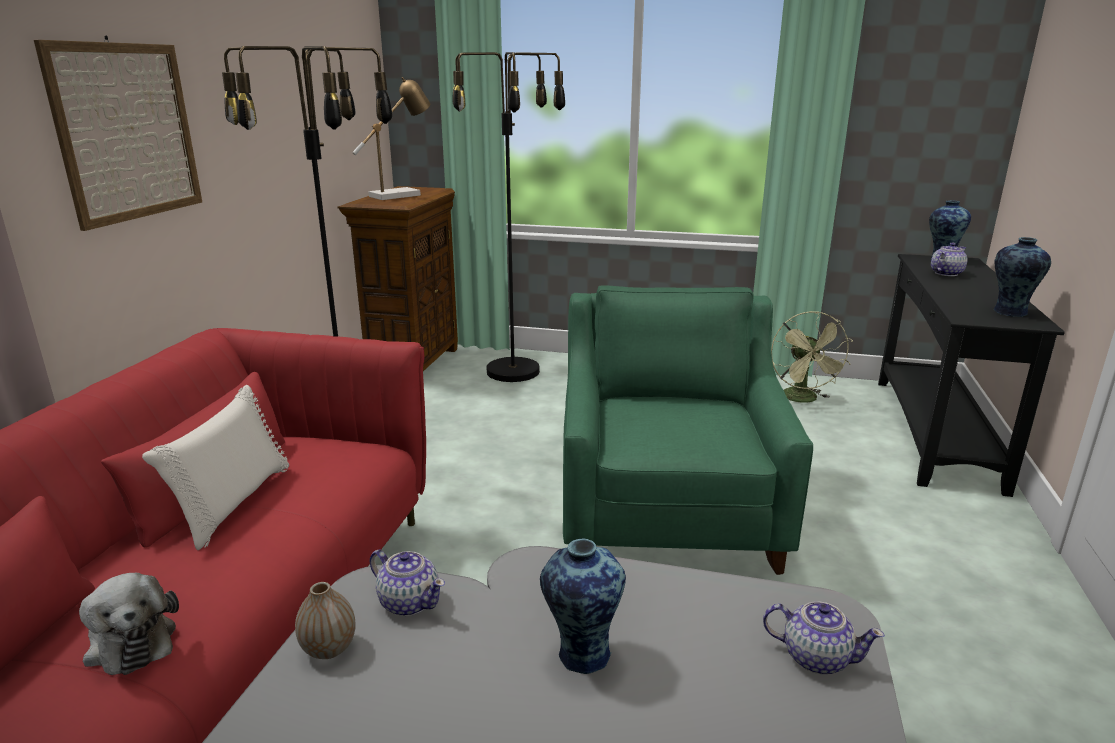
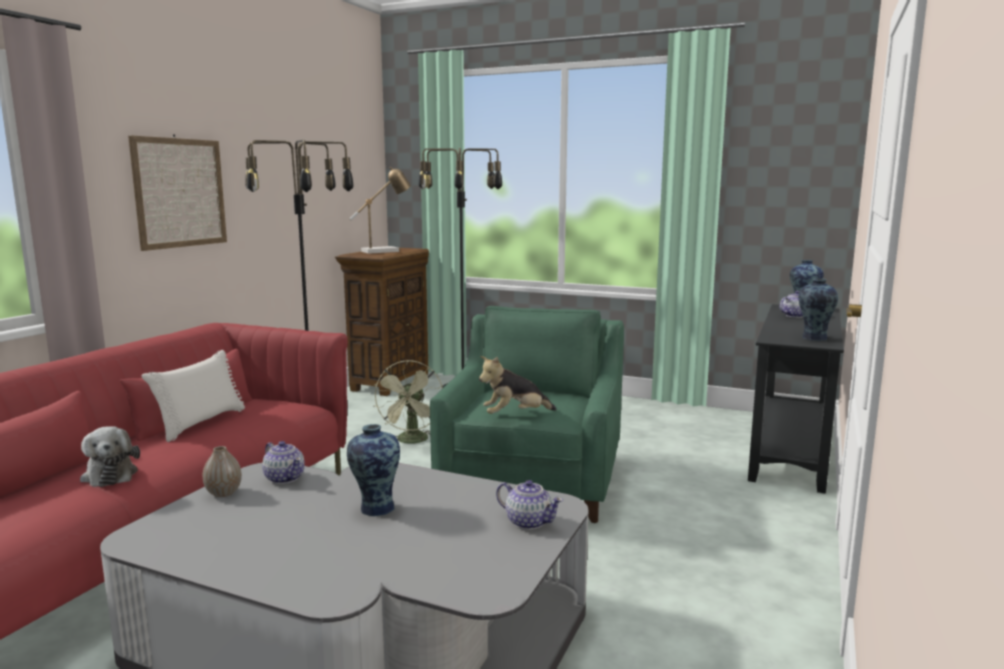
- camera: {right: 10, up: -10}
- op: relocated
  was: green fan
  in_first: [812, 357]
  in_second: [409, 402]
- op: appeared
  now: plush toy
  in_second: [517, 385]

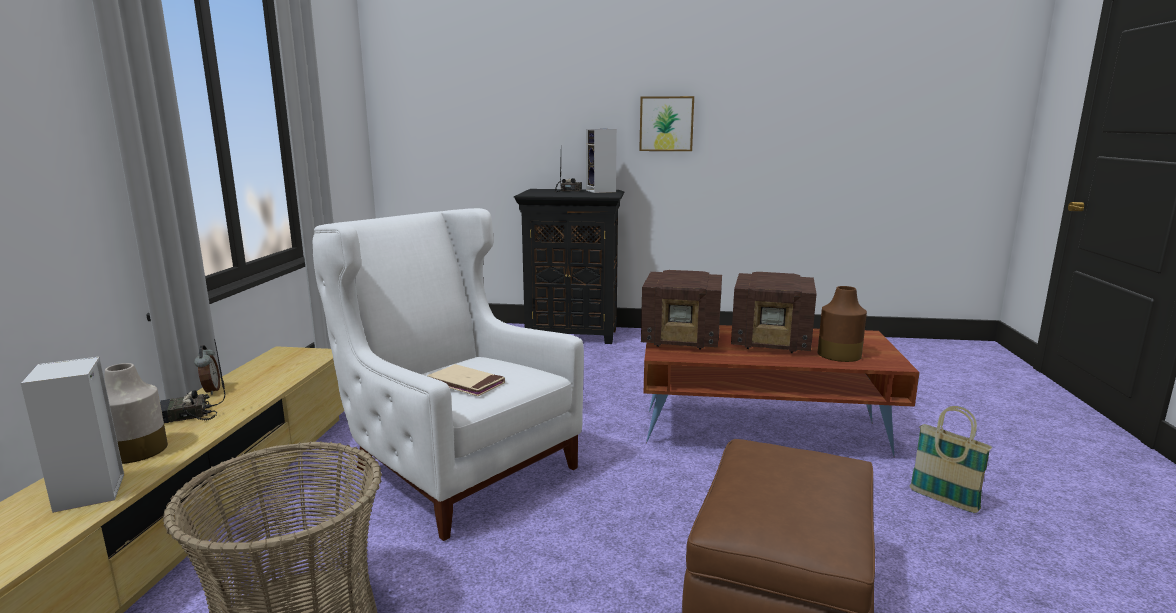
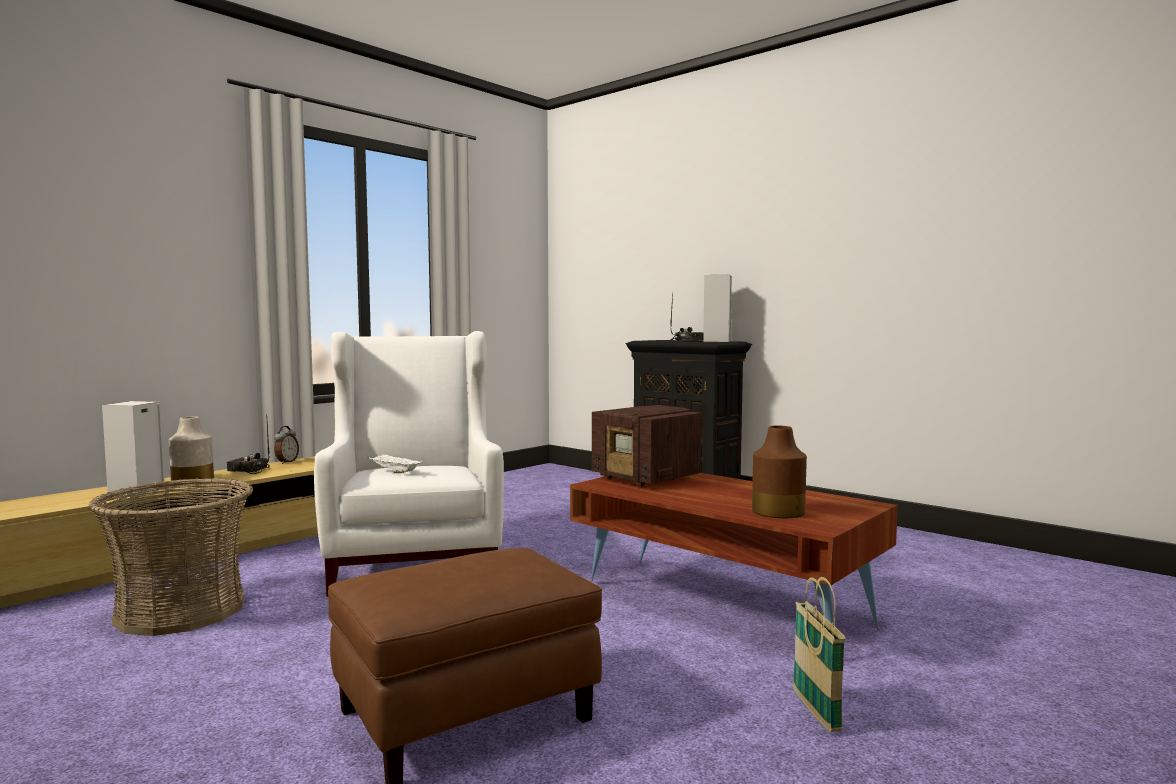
- camera: {right: 35, up: -10}
- op: exchanged
  was: beige book
  now: white tray
  in_first: [466, 380]
  in_second: [395, 463]
- op: missing
  was: picture
  in_first: [666, 123]
- op: missing
  was: radio
  in_first: [773, 312]

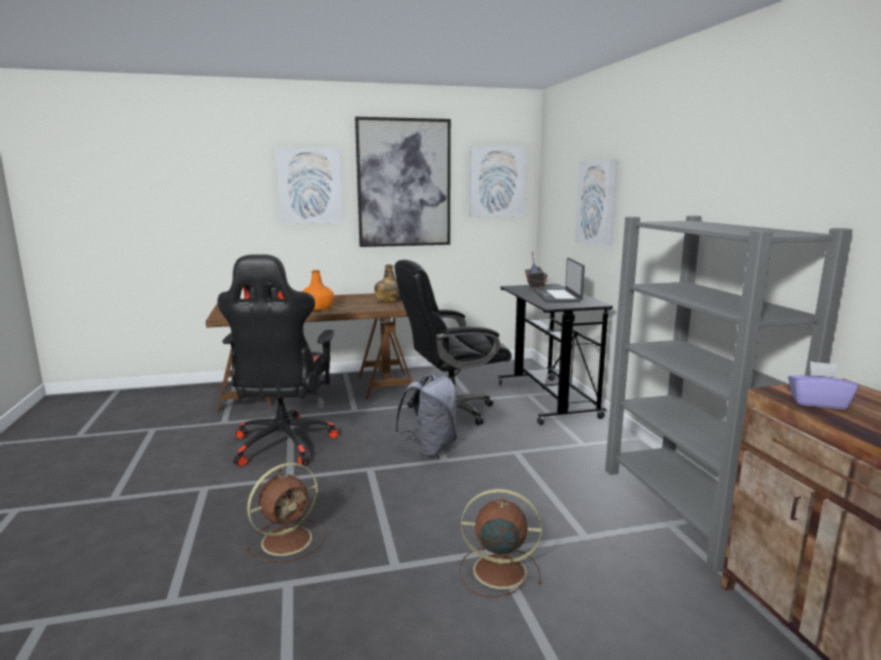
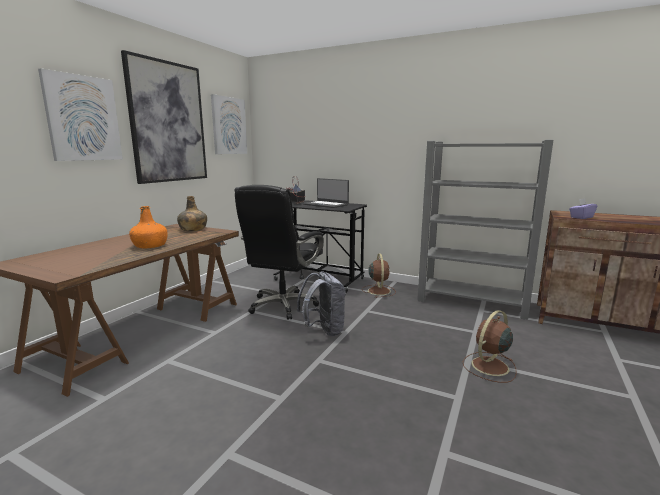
- camera: {right: -50, up: 0}
- op: relocated
  was: brown fan
  in_first: [285, 513]
  in_second: [379, 276]
- op: missing
  was: black office chair
  in_first: [278, 361]
- op: missing
  was: picture
  in_first: [596, 203]

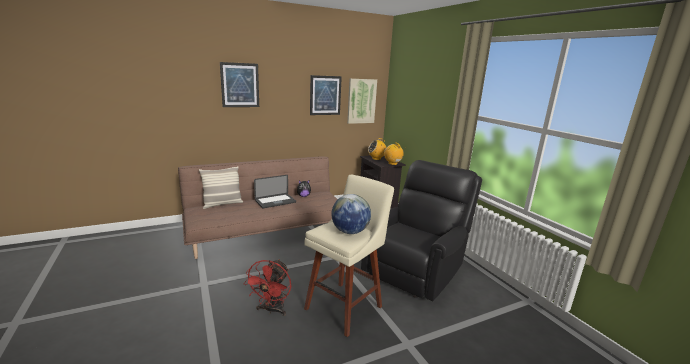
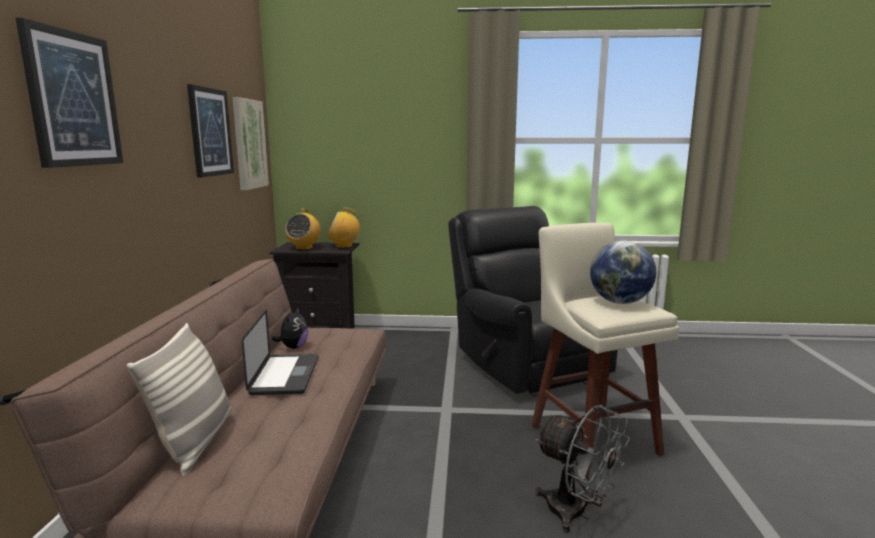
- camera: {right: -60, up: -5}
- op: colour
  was: red fan
  now: grey fan
  in_first: [267, 287]
  in_second: [582, 469]

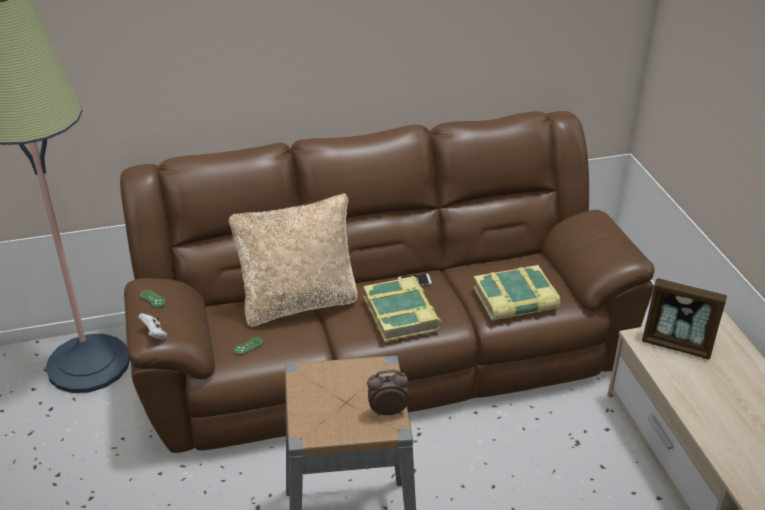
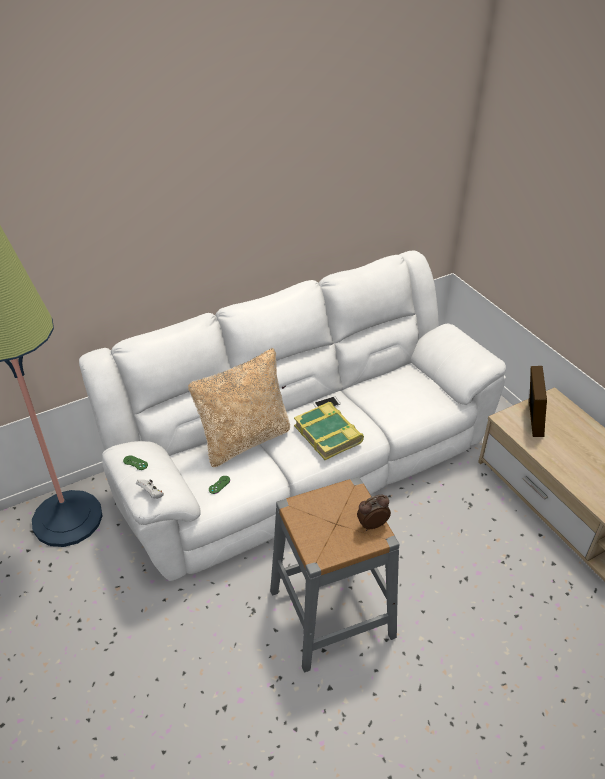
- camera: {right: -15, up: 5}
- op: colour
  was: brown sofa
  now: white sofa
  in_first: [387, 282]
  in_second: [292, 416]
- op: spun
  was: picture frame
  in_first: [684, 319]
  in_second: [538, 401]
  clockwise: -90
- op: missing
  was: book
  in_first: [516, 293]

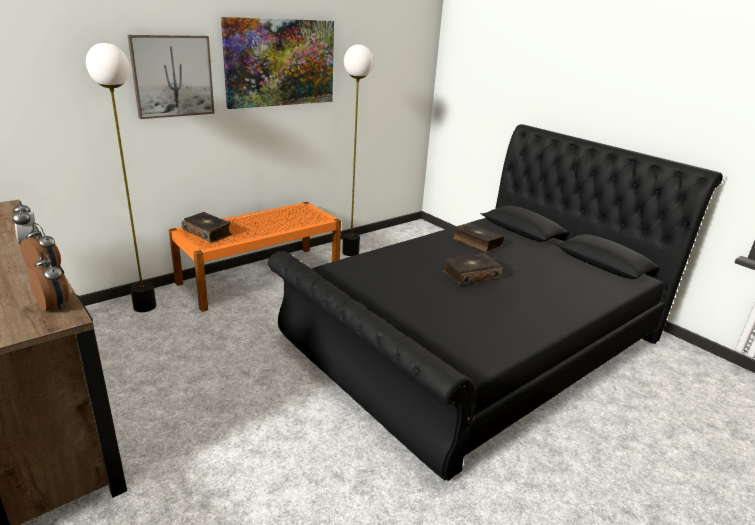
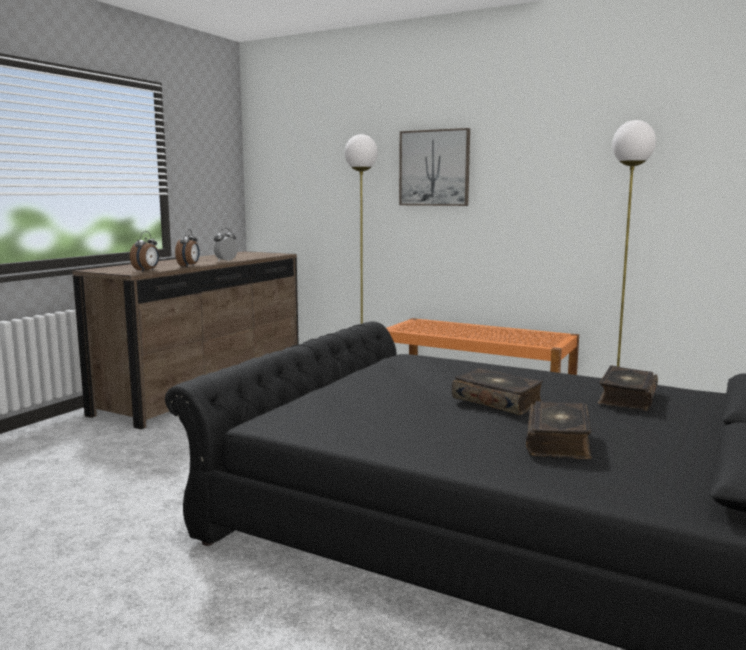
- camera: {right: 70, up: -15}
- op: relocated
  was: book
  in_first: [207, 227]
  in_second: [559, 430]
- op: missing
  was: picture
  in_first: [277, 63]

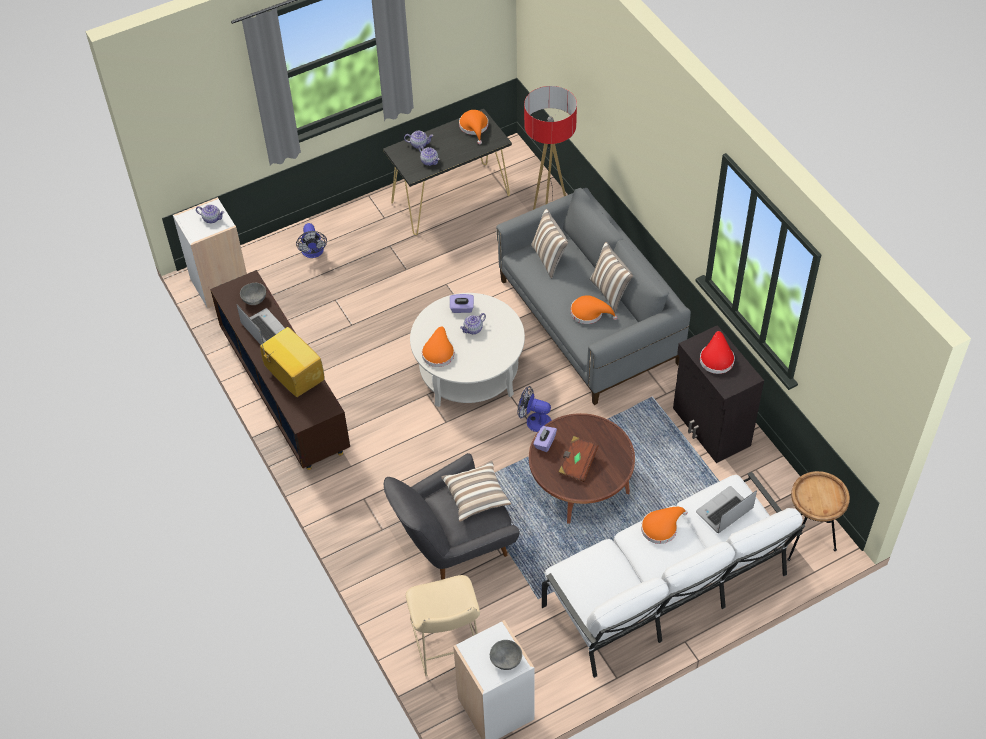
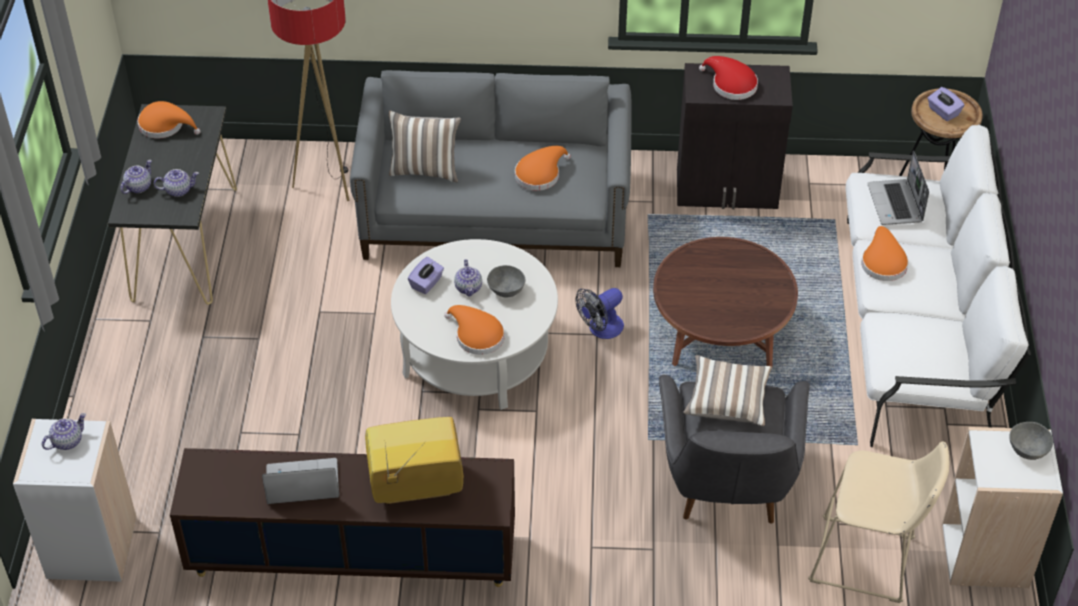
- camera: {right: -60, up: -5}
- op: relocated
  was: grey bowl
  in_first: [253, 294]
  in_second: [506, 281]
- op: relocated
  was: purple tissue box
  in_first: [545, 439]
  in_second: [946, 104]
- op: missing
  was: fan
  in_first: [311, 240]
- op: missing
  was: brown book
  in_first: [579, 459]
- op: missing
  was: pillow
  in_first: [611, 277]

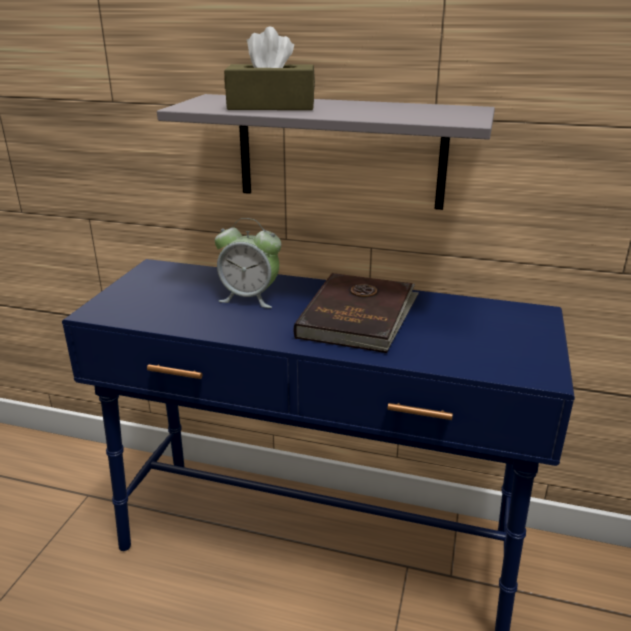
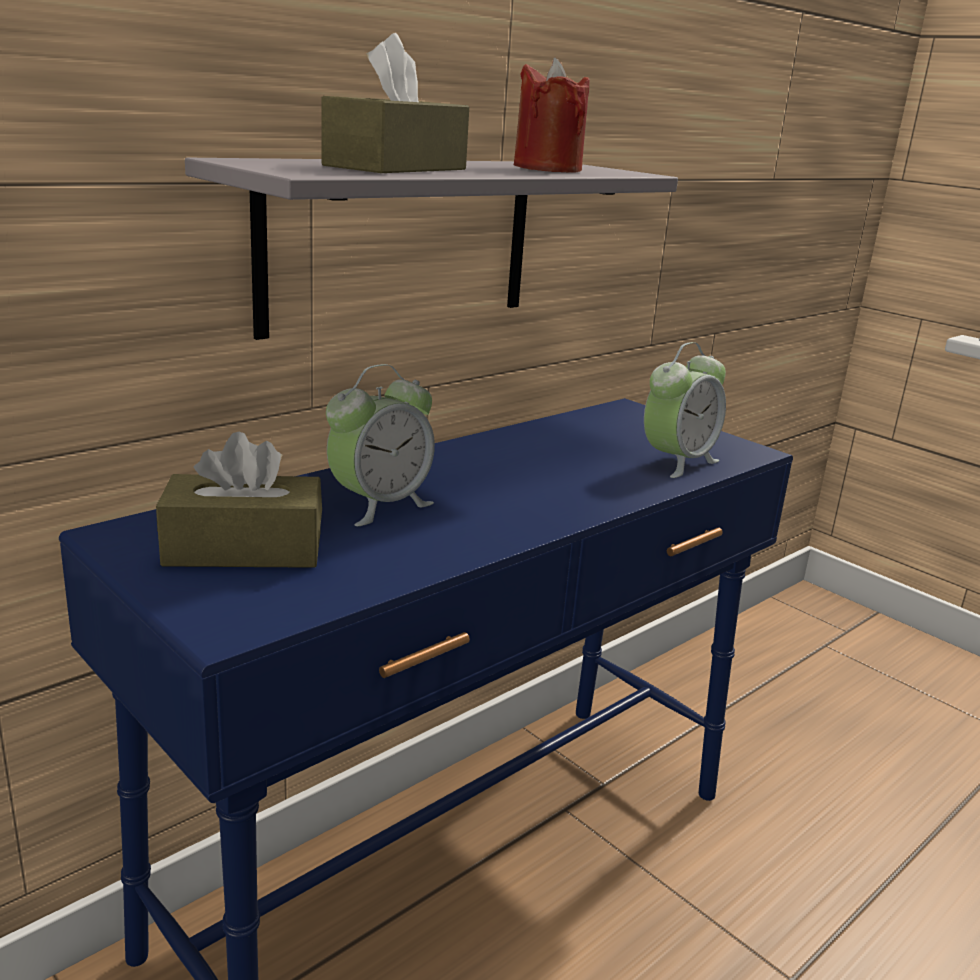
- camera: {right: -60, up: -5}
- op: appeared
  now: brown tissue box
  in_second: [239, 499]
- op: appeared
  now: red candle
  in_second: [551, 115]
- op: appeared
  now: alarm clock
  in_second: [685, 410]
- op: missing
  was: brown book
  in_first: [356, 313]

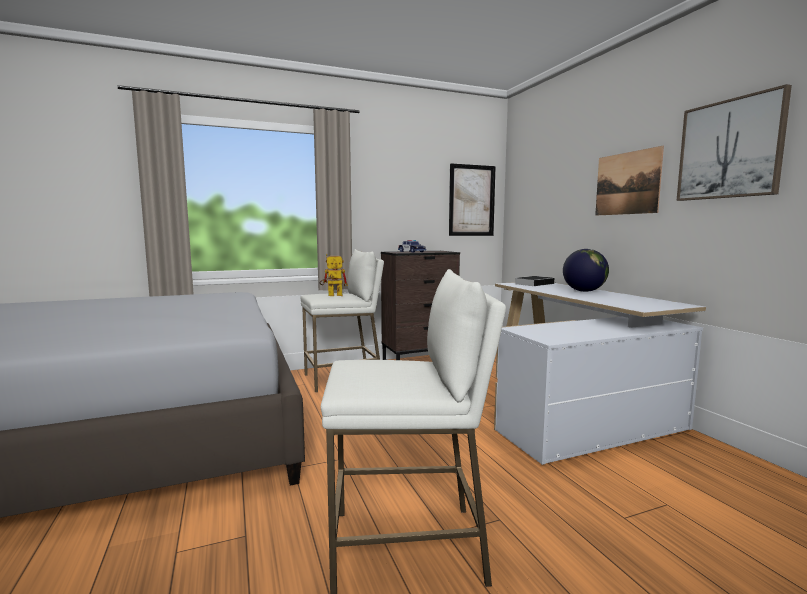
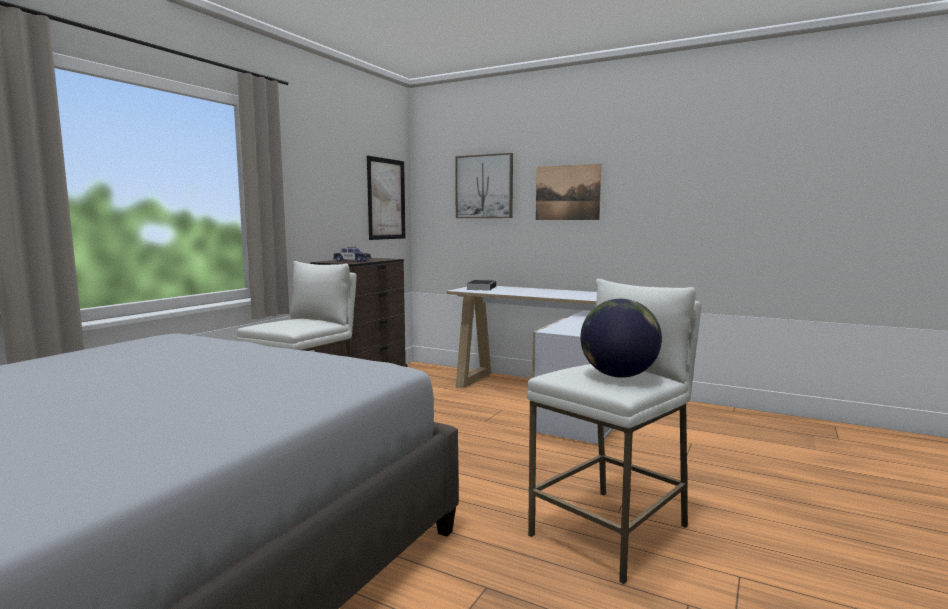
- camera: {right: -40, up: 0}
- op: relocated
  was: picture
  in_first: [734, 142]
  in_second: [484, 185]
- op: relocated
  was: globe
  in_first: [586, 270]
  in_second: [621, 338]
- op: missing
  was: toy robot
  in_first: [334, 275]

